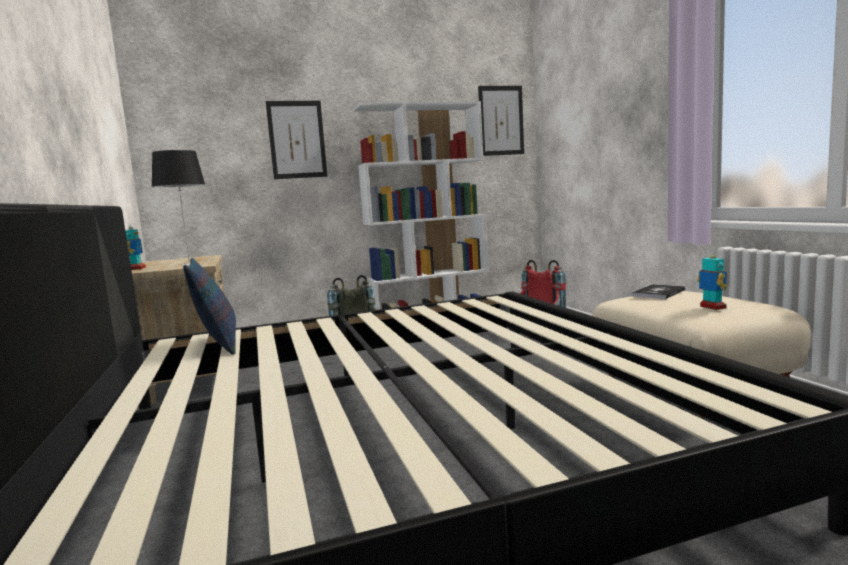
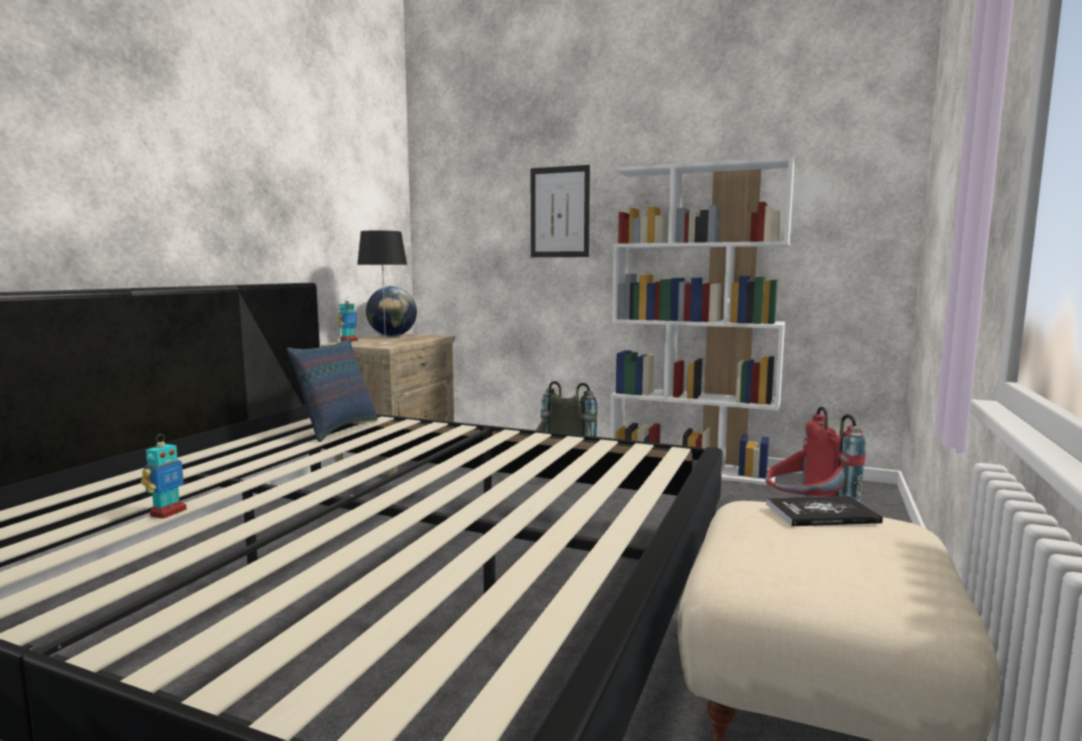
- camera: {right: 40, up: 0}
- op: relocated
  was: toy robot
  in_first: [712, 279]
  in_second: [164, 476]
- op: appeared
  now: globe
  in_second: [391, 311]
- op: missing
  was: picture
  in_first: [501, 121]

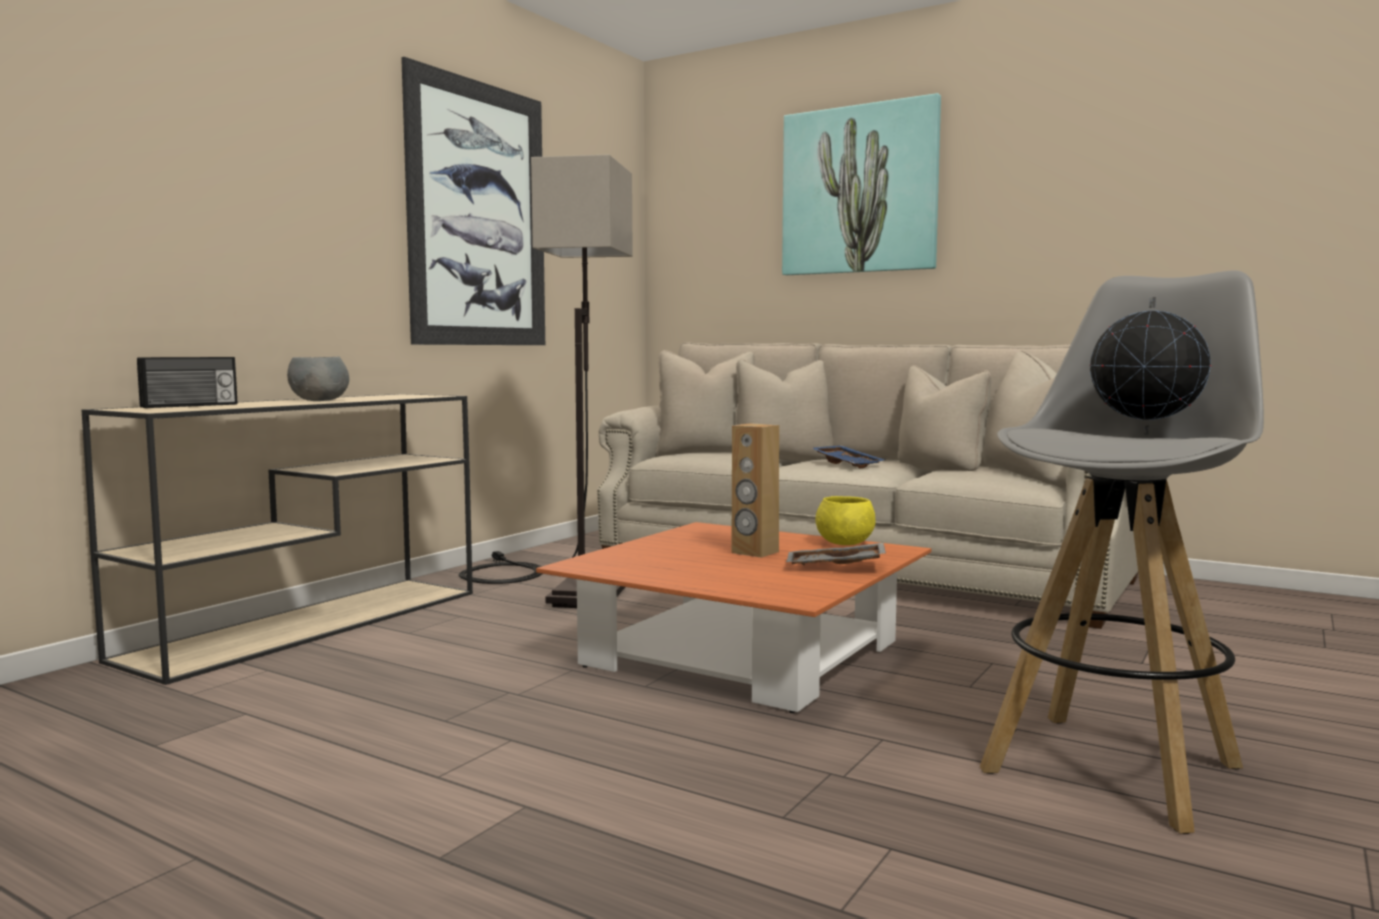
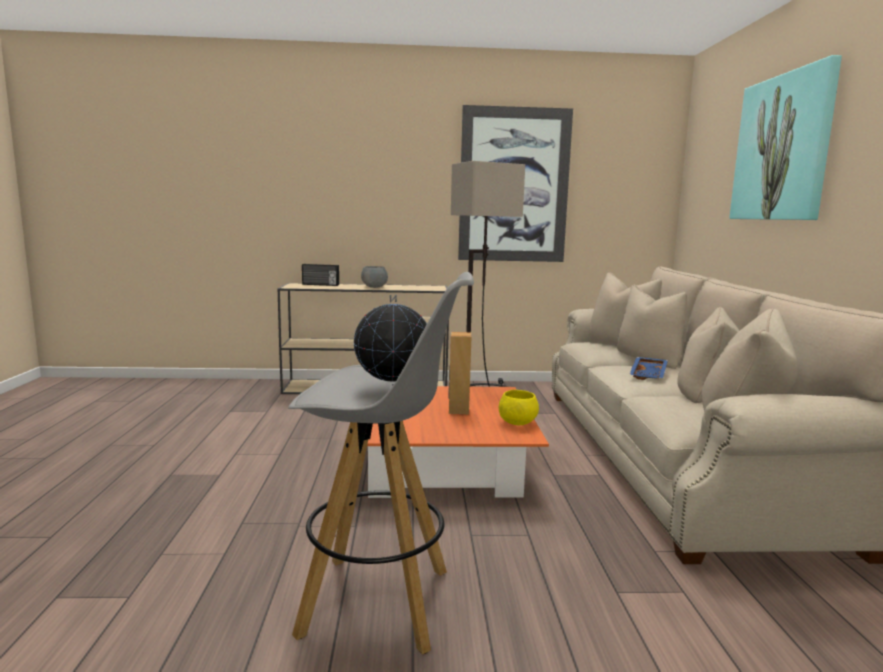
- camera: {right: 55, up: 5}
- op: missing
  was: grey tray
  in_first: [836, 554]

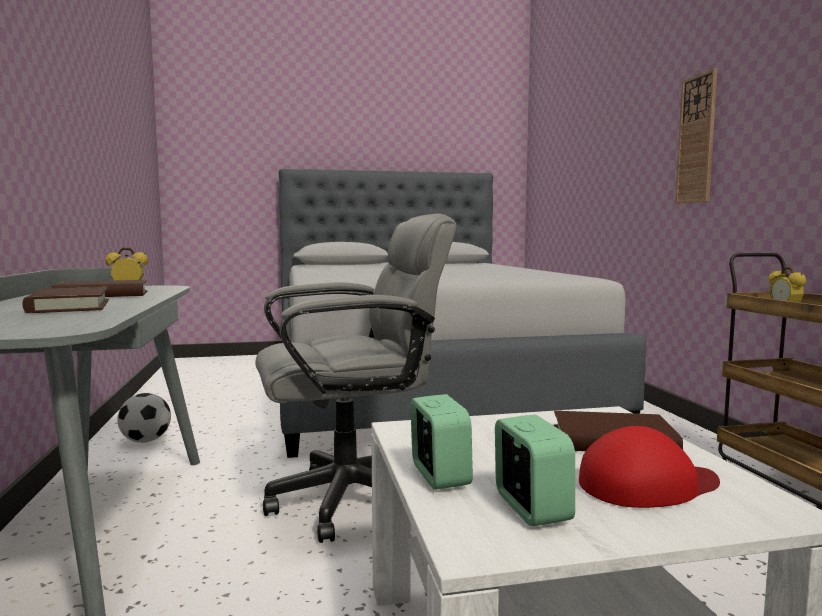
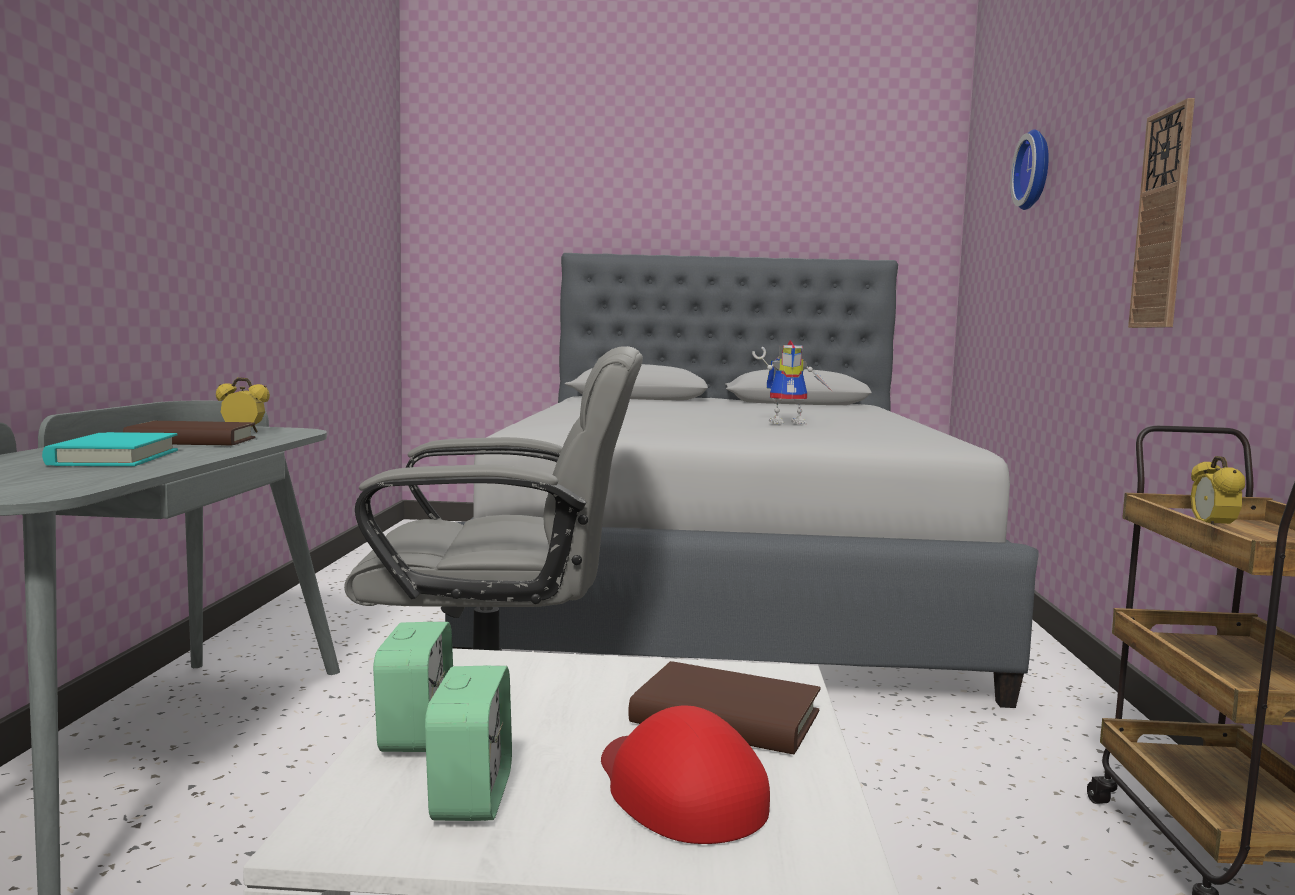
- camera: {right: 15, up: 0}
- op: colour
  was: brown book
  now: turquoise book
  in_first: [66, 300]
  in_second: [110, 449]
- op: spun
  was: red cap
  in_first: [649, 467]
  in_second: [685, 774]
  clockwise: -120
- op: appeared
  now: toy robot
  in_second: [792, 382]
- op: appeared
  now: wall clock
  in_second: [1029, 169]
- op: missing
  was: football
  in_first: [144, 418]

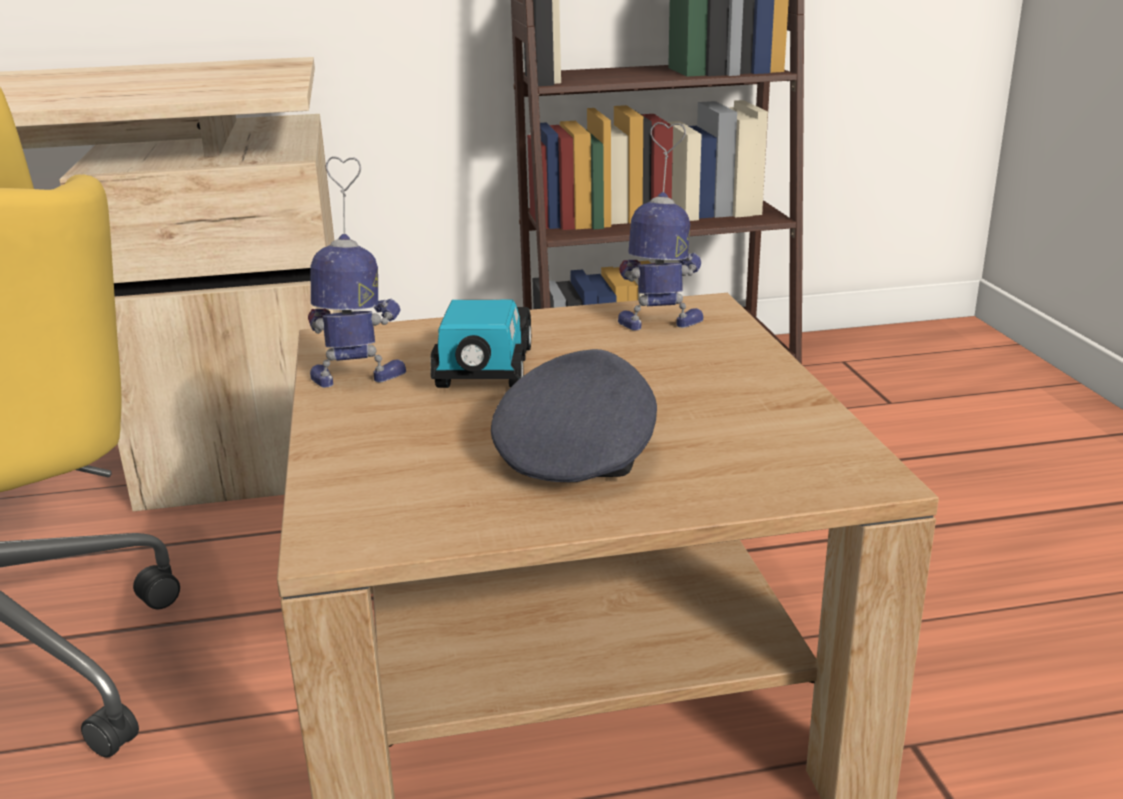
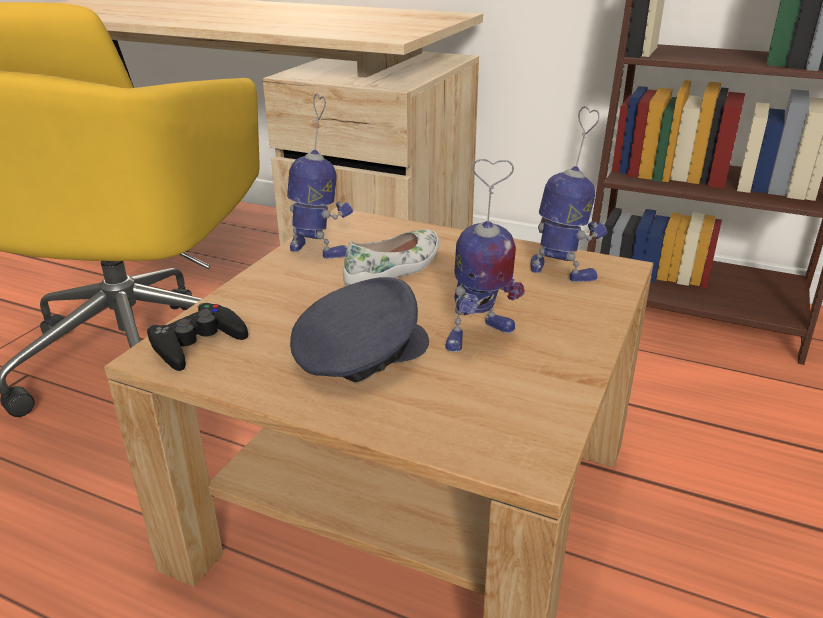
- camera: {right: 35, up: 5}
- op: appeared
  now: black game controller
  in_second: [197, 337]
- op: exchanged
  was: toy car
  now: white shoe
  in_first: [480, 344]
  in_second: [391, 257]
- op: appeared
  now: toy robot
  in_second: [484, 255]

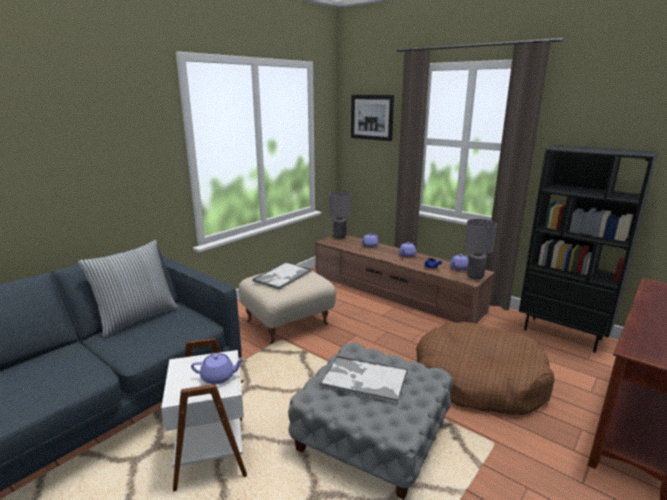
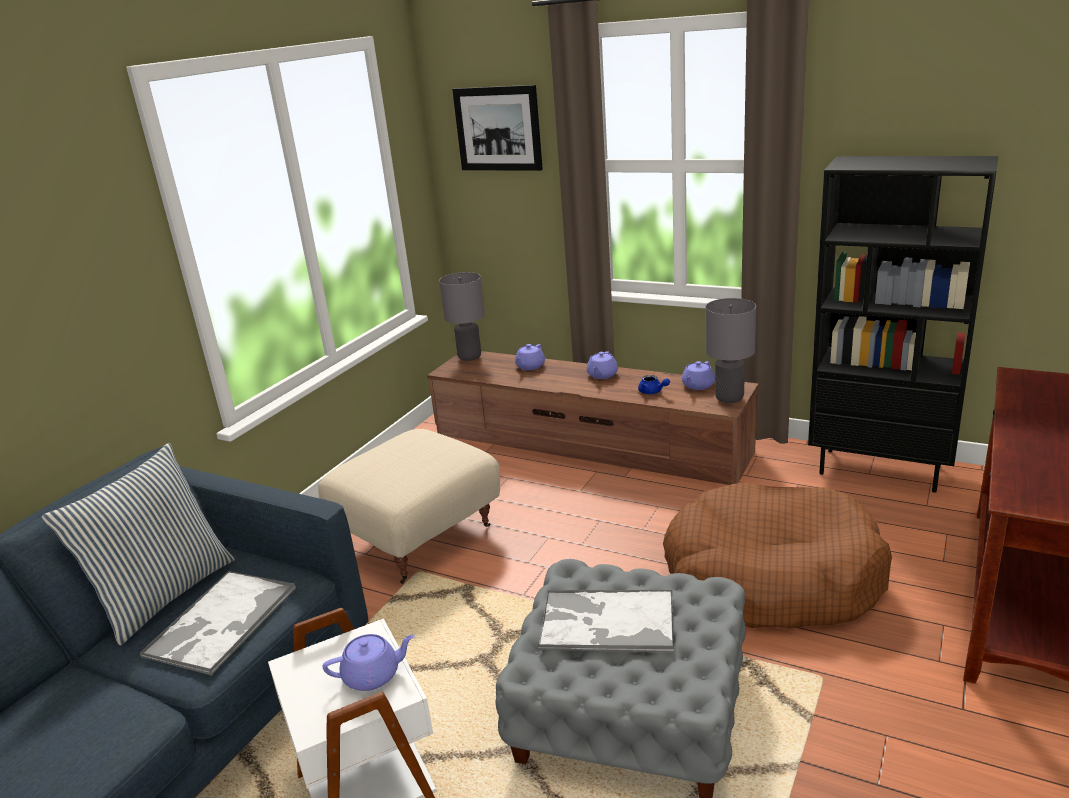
- camera: {right: -10, up: 5}
- op: relocated
  was: tray
  in_first: [282, 275]
  in_second: [218, 623]

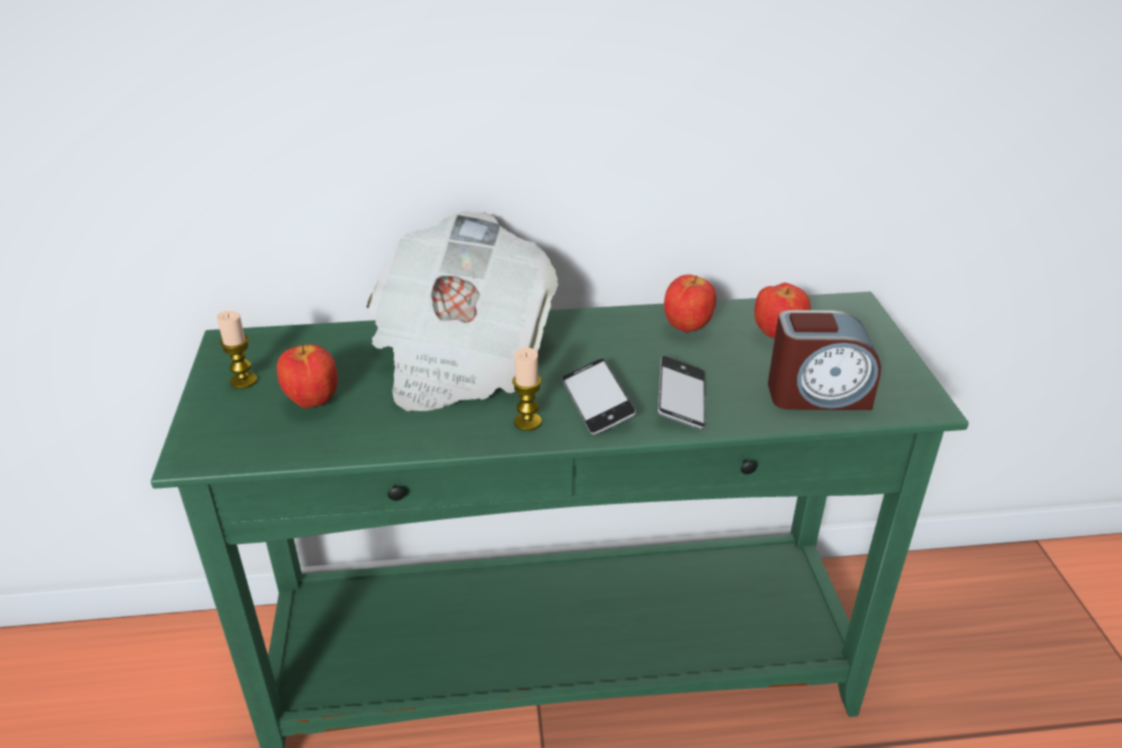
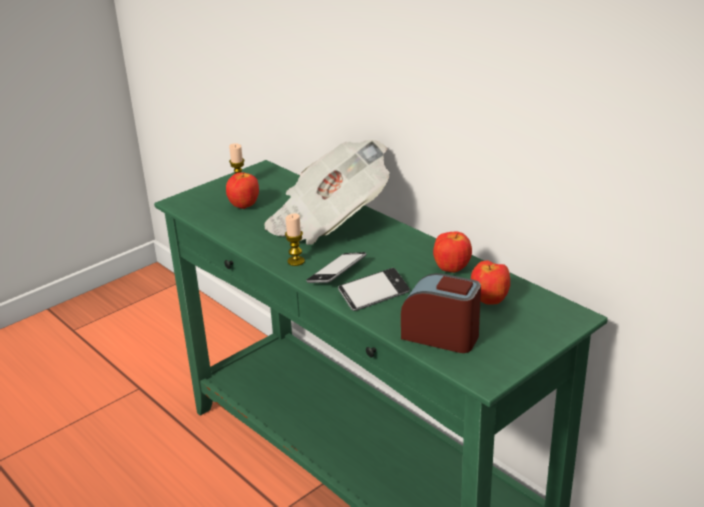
- camera: {right: 55, up: -5}
- op: spun
  was: alarm clock
  in_first: [824, 360]
  in_second: [441, 313]
  clockwise: 150

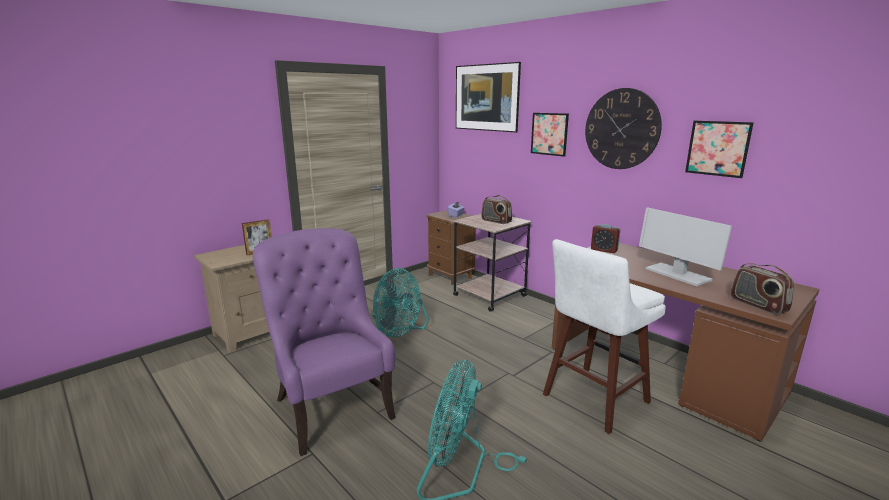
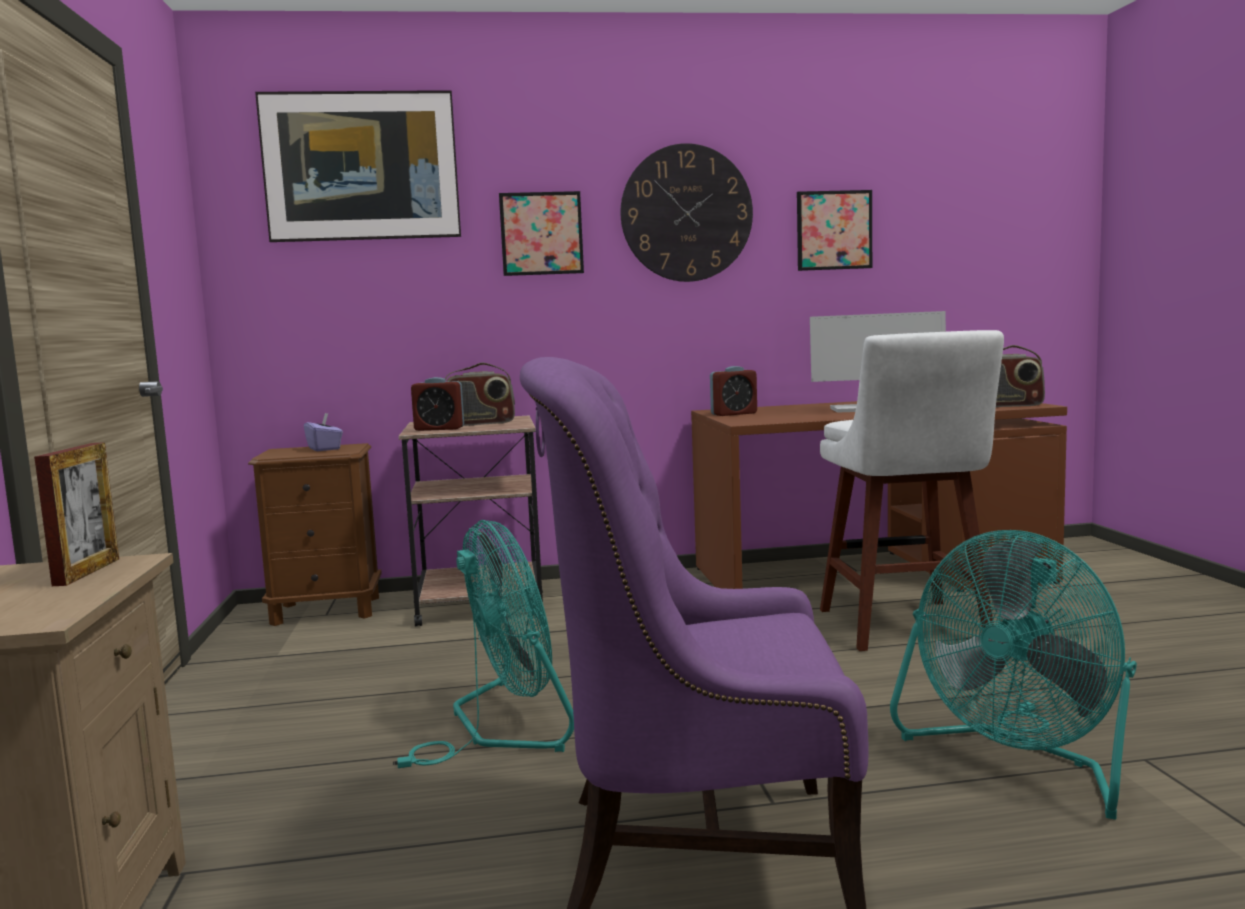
- camera: {right: -55, up: -10}
- op: appeared
  now: alarm clock
  in_second: [437, 404]

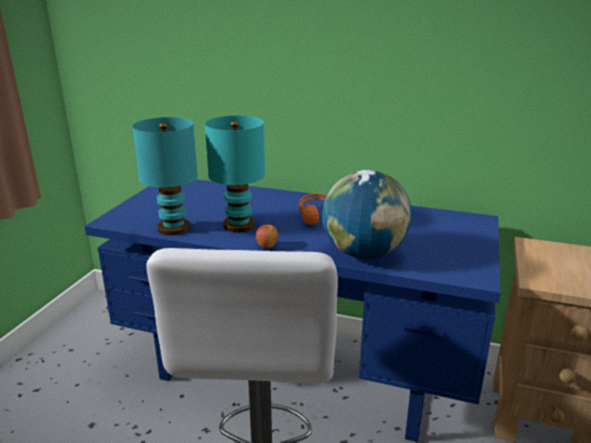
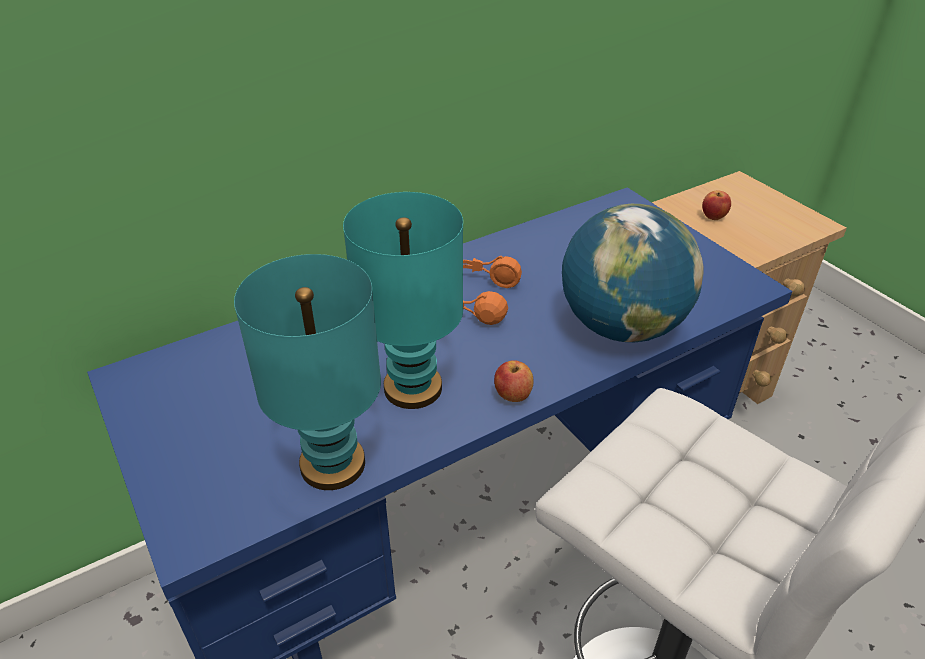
- camera: {right: -50, up: 15}
- op: appeared
  now: apple
  in_second: [716, 205]

